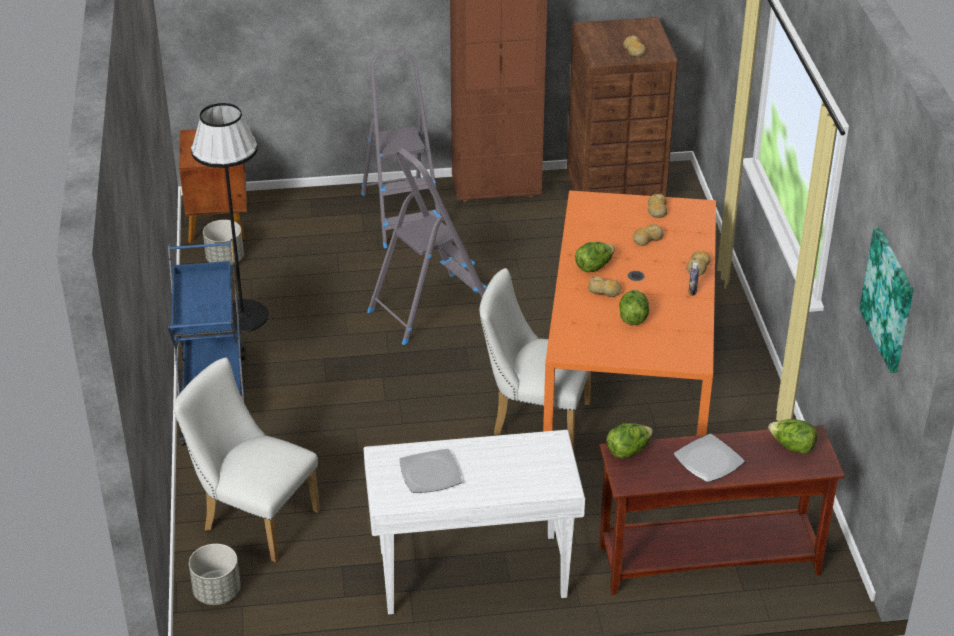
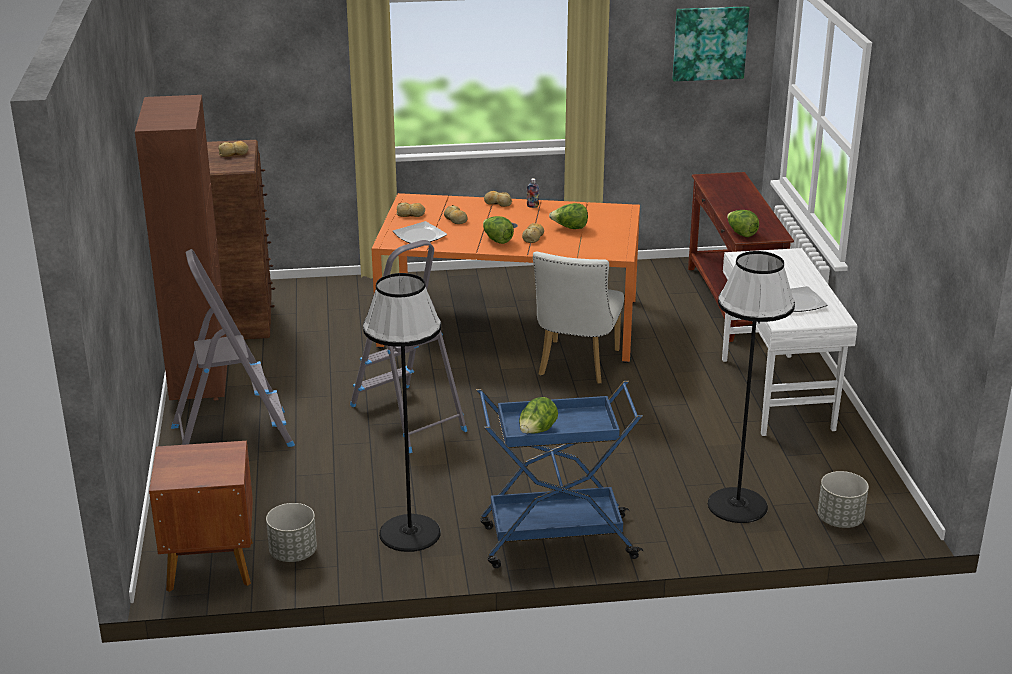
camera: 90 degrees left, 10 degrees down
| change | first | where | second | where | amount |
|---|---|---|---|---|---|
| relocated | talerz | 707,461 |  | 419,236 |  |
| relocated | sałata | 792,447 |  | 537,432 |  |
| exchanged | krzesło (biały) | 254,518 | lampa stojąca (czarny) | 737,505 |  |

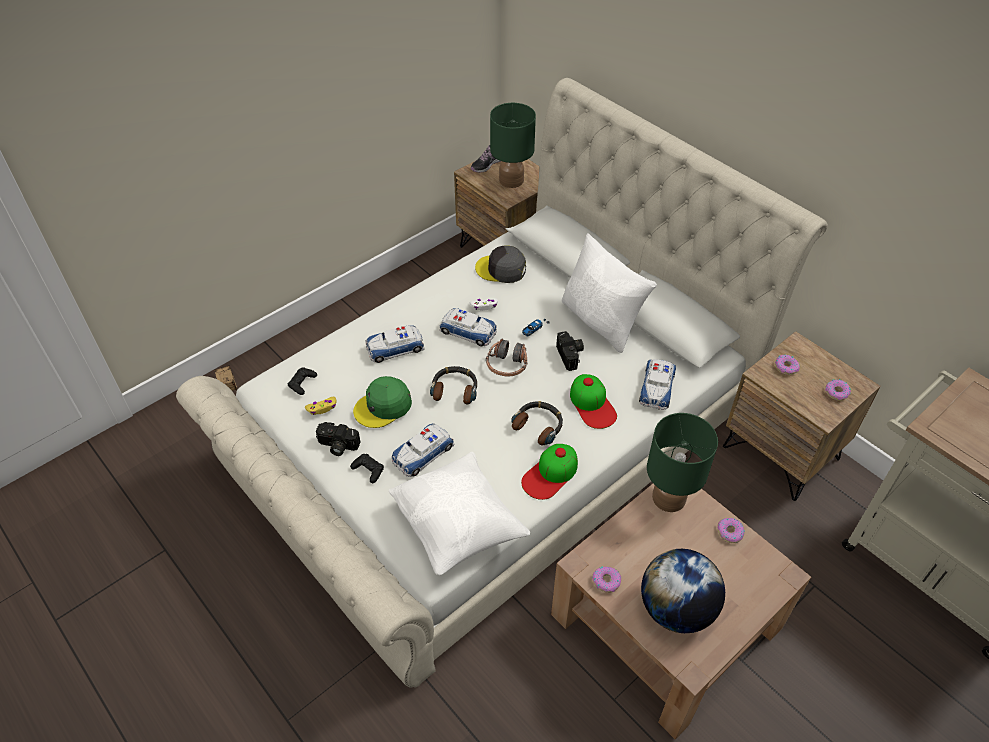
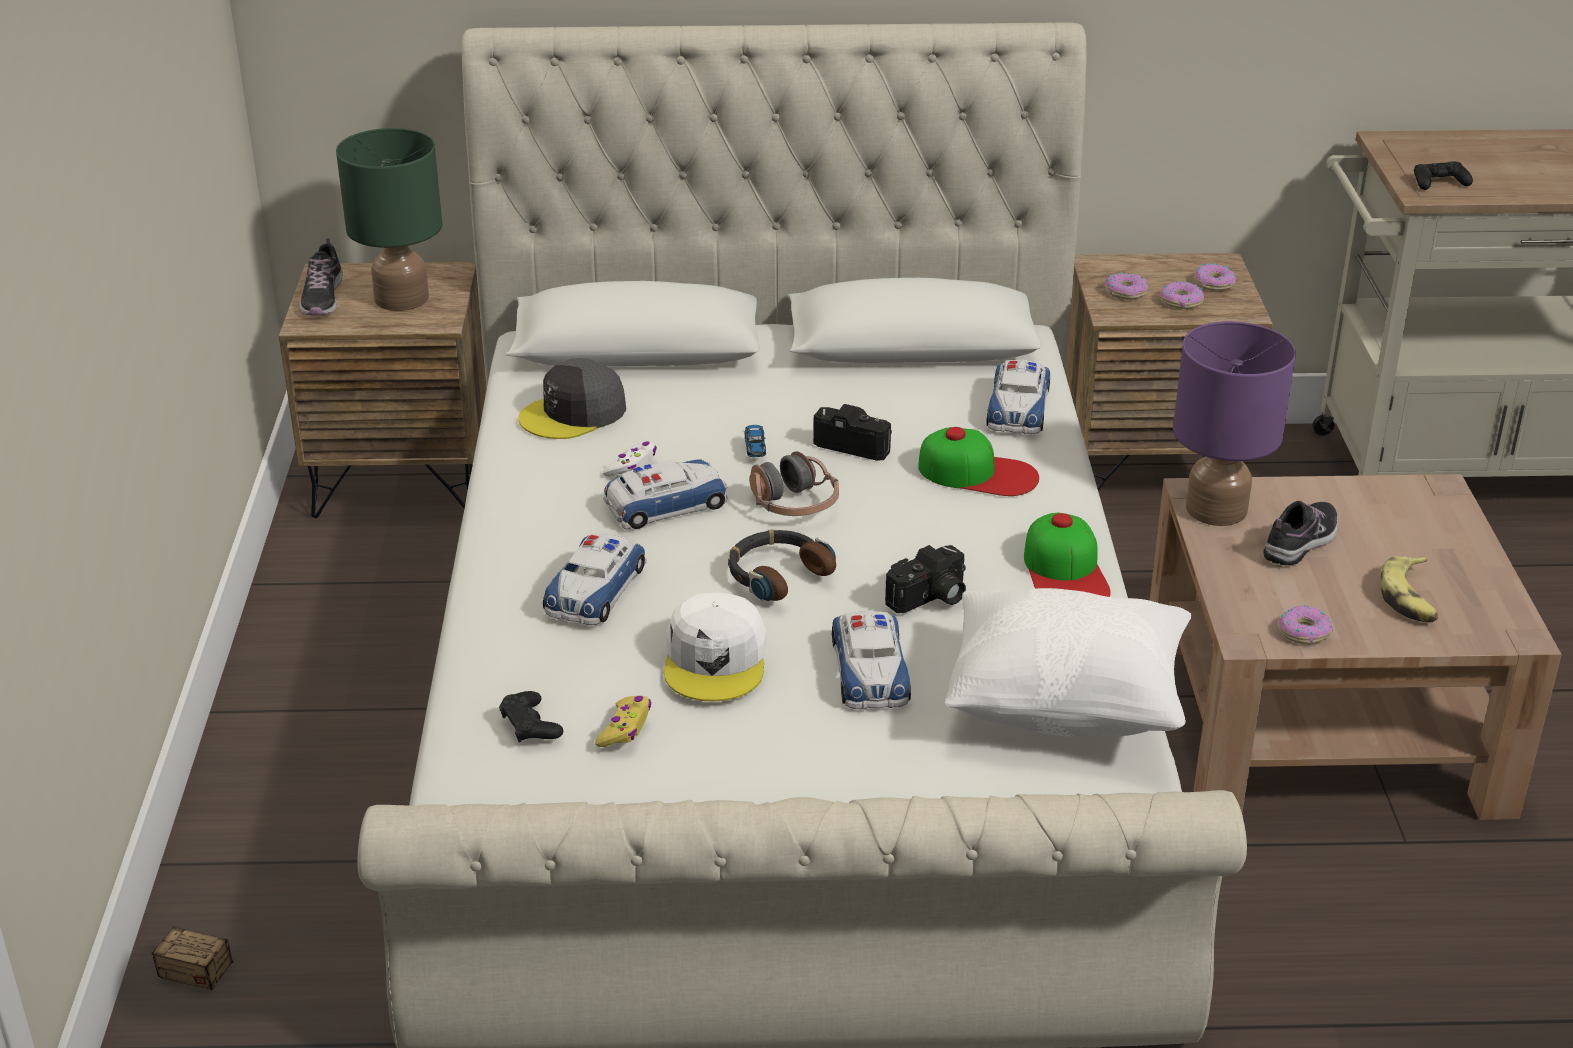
camera: 50 degrees left, 15 degrees down
| change | first | where | second | where | amount |
|---|---|---|---|---|---|
| colour | czapka z daszkiem (zielony) | 383,406 | czapka z daszkiem (biały) | 716,660 |  |
| relocated | aparat fotograficzny | 337,446 |  | 930,599 |  |
| spun | samochodzik | 657,387 |  | 1018,408 | 45 degrees clockwise |
| relocated | donut | 729,532 |  | 1181,301 |  |
| colour | lampa stołowa (zielony) | 669,498 | lampa stołowa (fioletowy) | 1216,509 |  |
| appeared |  |  | but | 1301,542 |  |
| exchanged | globus | 676,609 | banan | 1410,598 |  |
| relocated | pad do gier (czarny) | 368,470 |  | 1439,182 |  |
| missing | słuchawki | 539,425 |  |  |  |
| missing | poduszka (biały) | 601,321 |  |  |  |

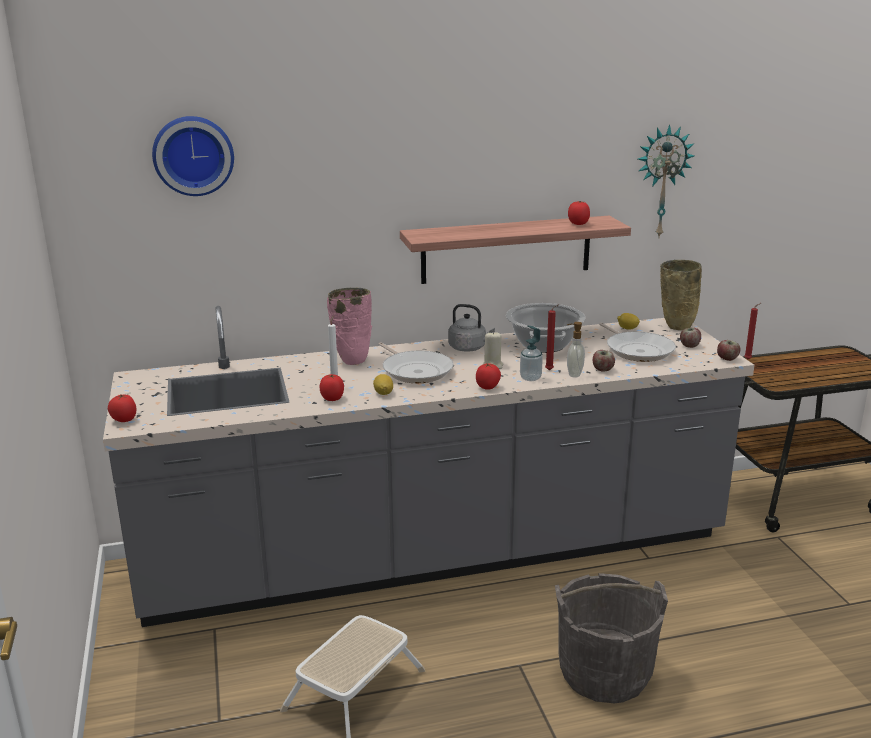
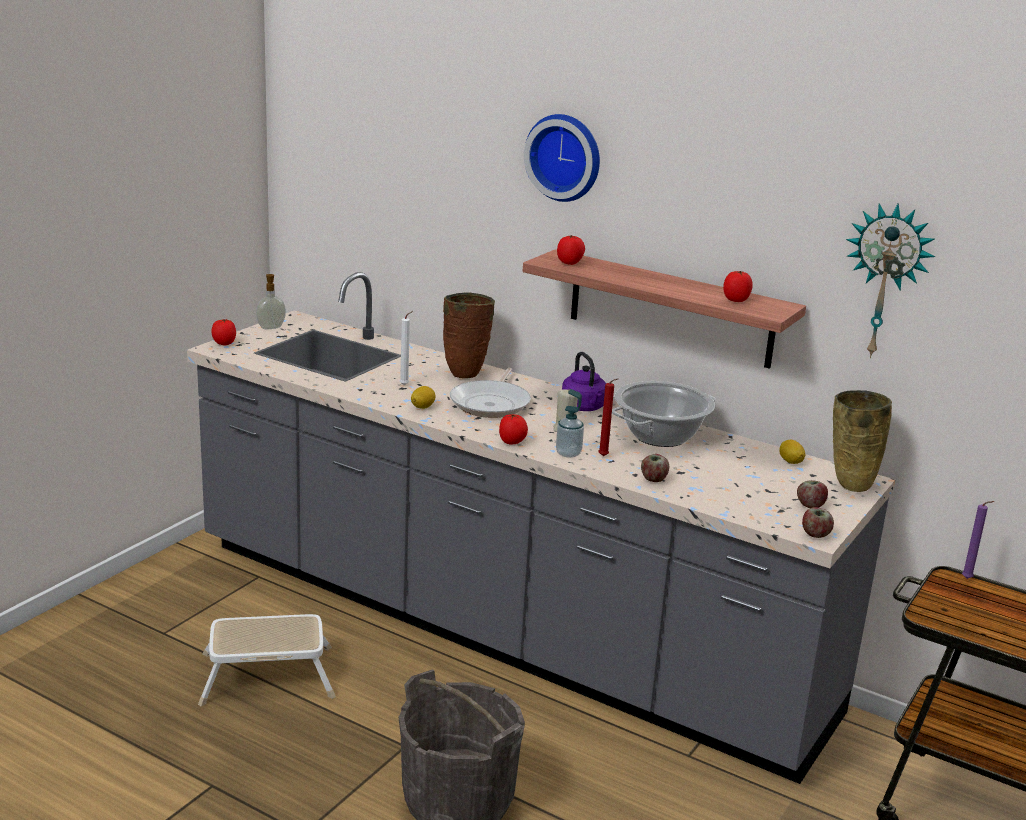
camera: 45 degrees right, 0 degrees up
| change | first | where | second | where | amount |
|---|---|---|---|---|---|
| relocated | dozownik mydła | 574,374 |  | 270,327 |  |
| colour | wazon (różowy) | 352,360 | wazon (brązowy) | 466,373 |  |
| relocated | zegar ścienny | 193,155 |  | 565,157 |  |
| relocated | pomidor | 332,399 |  | 570,263 |  |
| colour | czajnik (szary) | 469,348 | czajnik (fioletowy) | 584,407 |  |
| colour | świeca (czerwony) | 748,359 | świeca (fioletowy) | 968,579 |  |
| missing | patelnia | 637,350 |  |  |  |

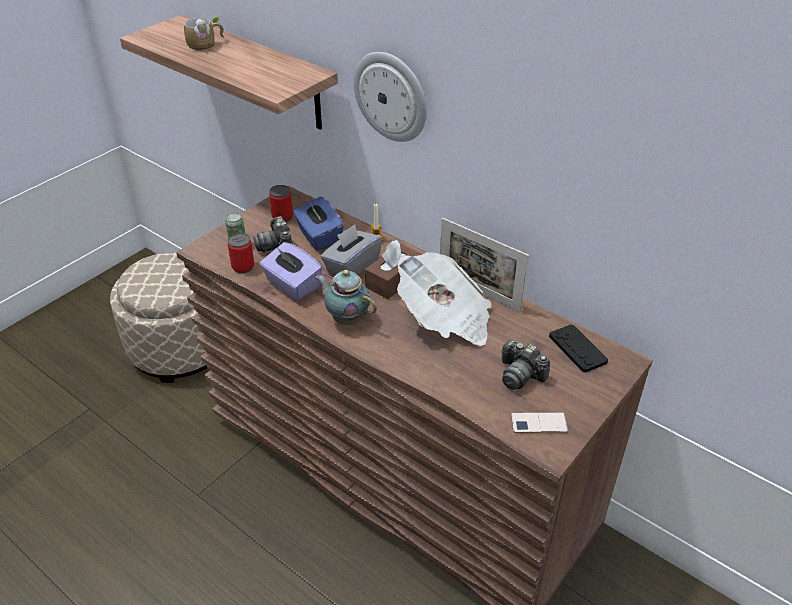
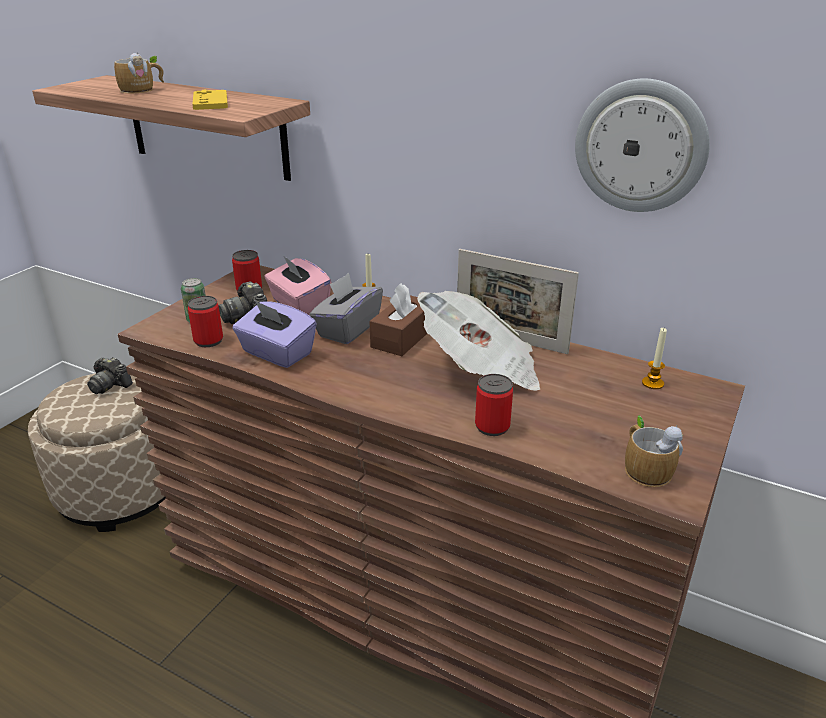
camera: 10 degrees left, 10 degrees down
| change | first | where | second | where | amount |
|---|---|---|---|---|---|
| relocated | aparat fotograficzny | 520,375 |  | 110,385 |  |
| appeared |  |  | pad do gier (żółty) | 210,101 |  |
| colour | pudełko chusteczek (niebieski) | 319,237 | pudełko chusteczek (różowy) | 299,305 |  |
| appeared |  |  | puszka | 492,426 |  |
| relocated | zegar ścienny | 391,96 |  | 640,146 |  |
| exchanged | telefon | 539,423 | kubek | 645,466 |  |
| exchanged | pad do gier (czarny) | 577,349 | świeca | 652,383 |  |
| missing | imbryk | 346,318 |  |  |  |

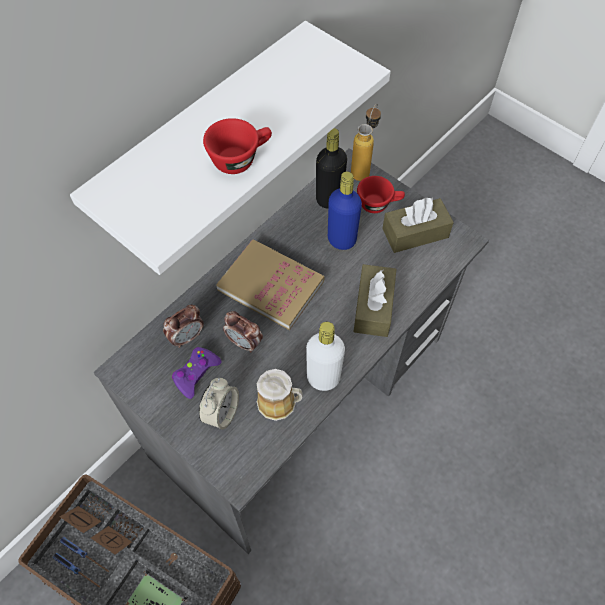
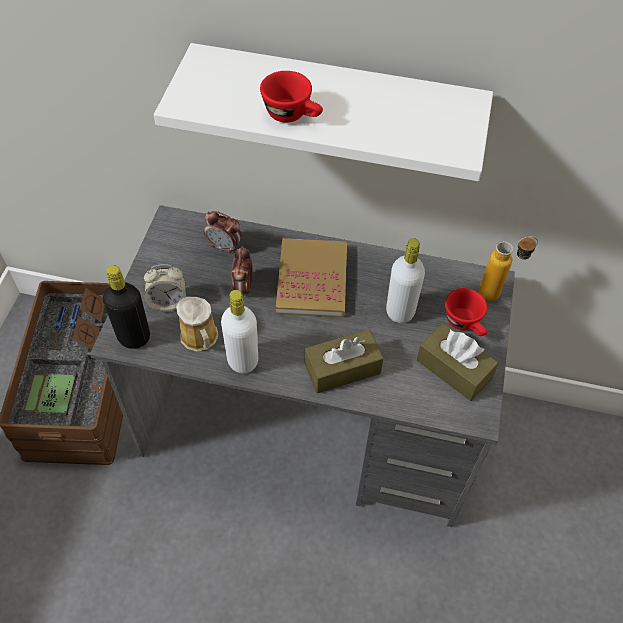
camera: 60 degrees right, 5 degrees down
| change | first | where | second | where | amount |
|---|---|---|---|---|---|
| relocated | butelka (czarny) | 329,199 |  | 134,337 |  |
| colour | butelka (niebieski) | 341,239 | butelka (biały) | 400,311 |  |
| missing | pad do gier (fioletowy) | 196,374 |  |  |  |

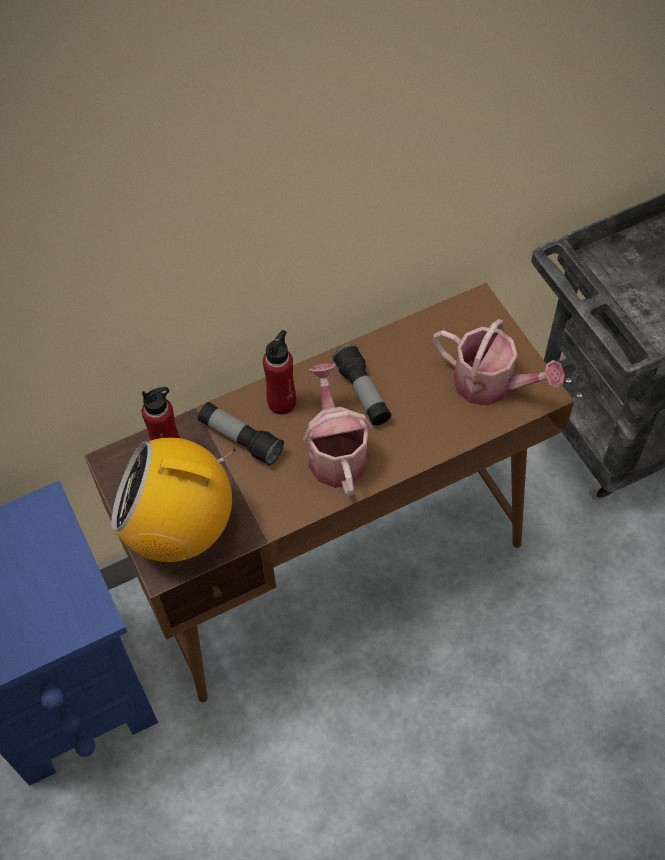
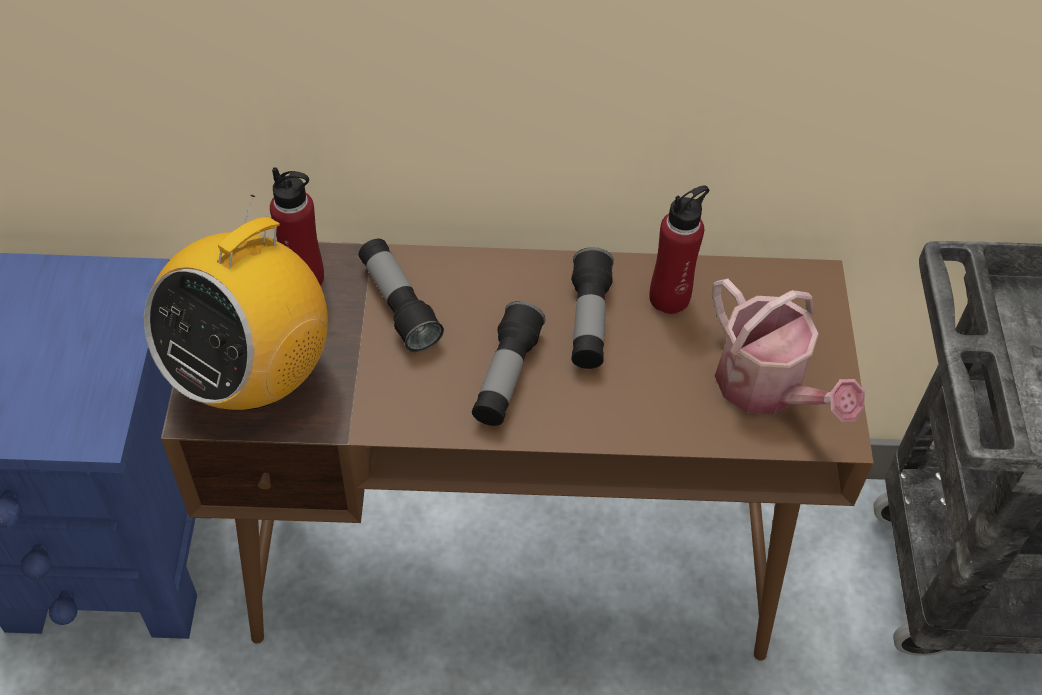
camera: 25 degrees right, 5 degrees down
| change | first | where | second | where | amount |
|---|---|---|---|---|---|
| spun | radio | 179,529 |  | 252,375 | 90 degrees counterclockwise |
| exchanged | konewka | 336,452 | latarka | 506,376 |  |
| relocated | butelka (czerwony) | 282,402 |  | 669,297 |  |

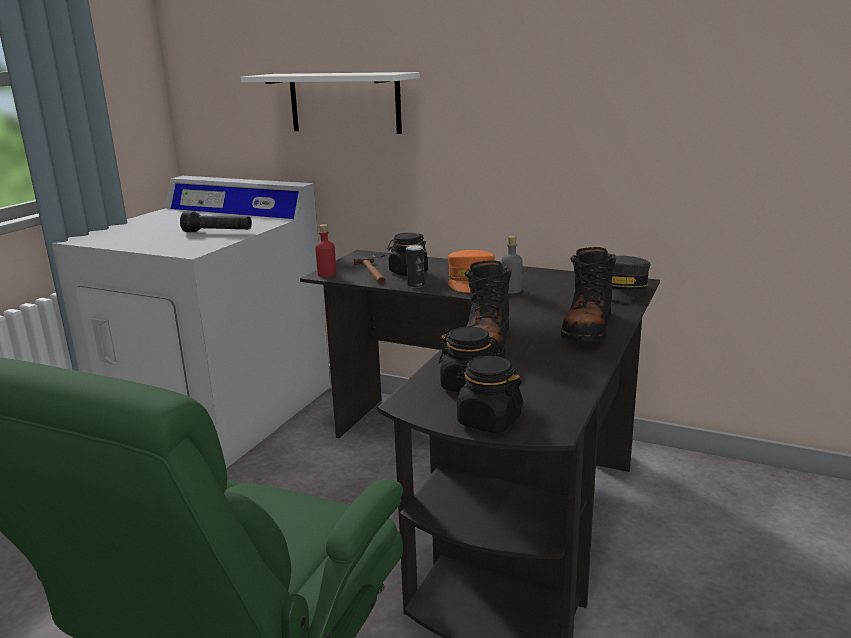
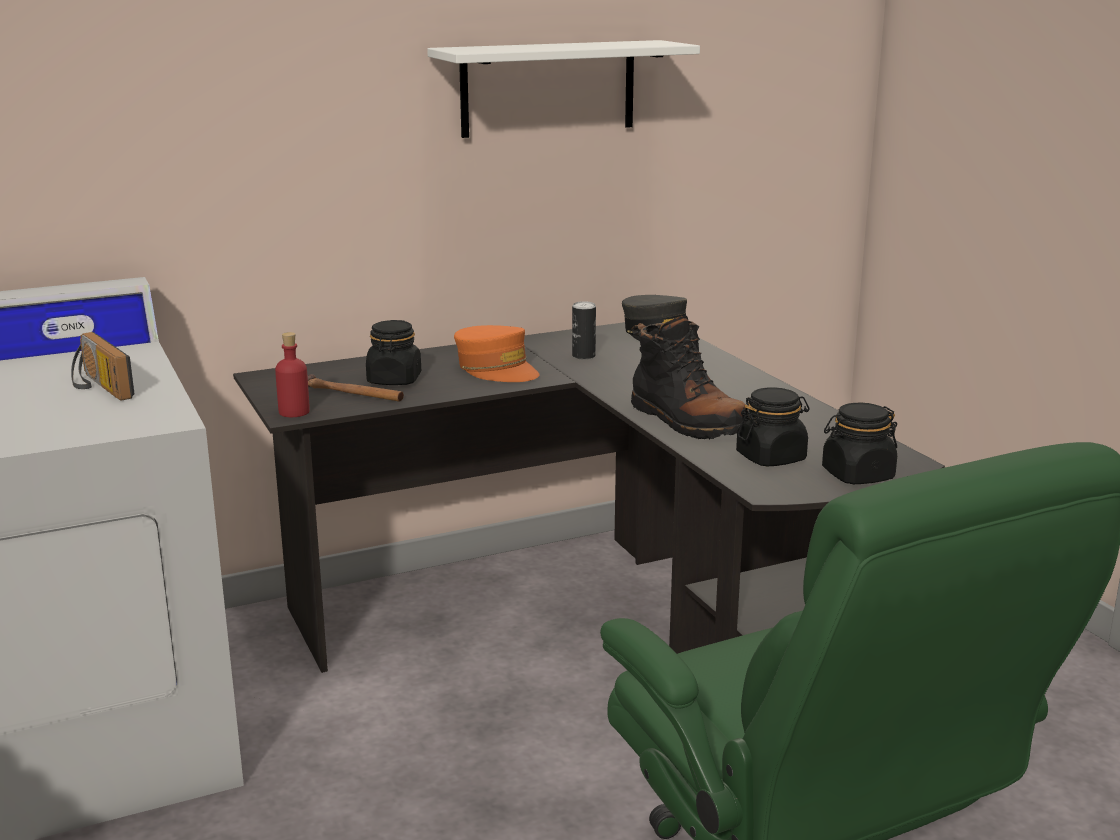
camera: 50 degrees left, 0 degrees up
| change | first | where | second | where | amount |
|---|---|---|---|---|---|
| exchanged | latarka (czarny) | 218,232 | radio | 98,387 |  |
| relocated | półka (biały) | 344,103 |  | 548,88 |  |
| relocated | puszka | 416,285 |  | 583,356 |  |
| missing | butelka (szary) | 511,290 |  |  |  |
| missing | but z cholewką (czarny) | 587,328 |  |  |  |

